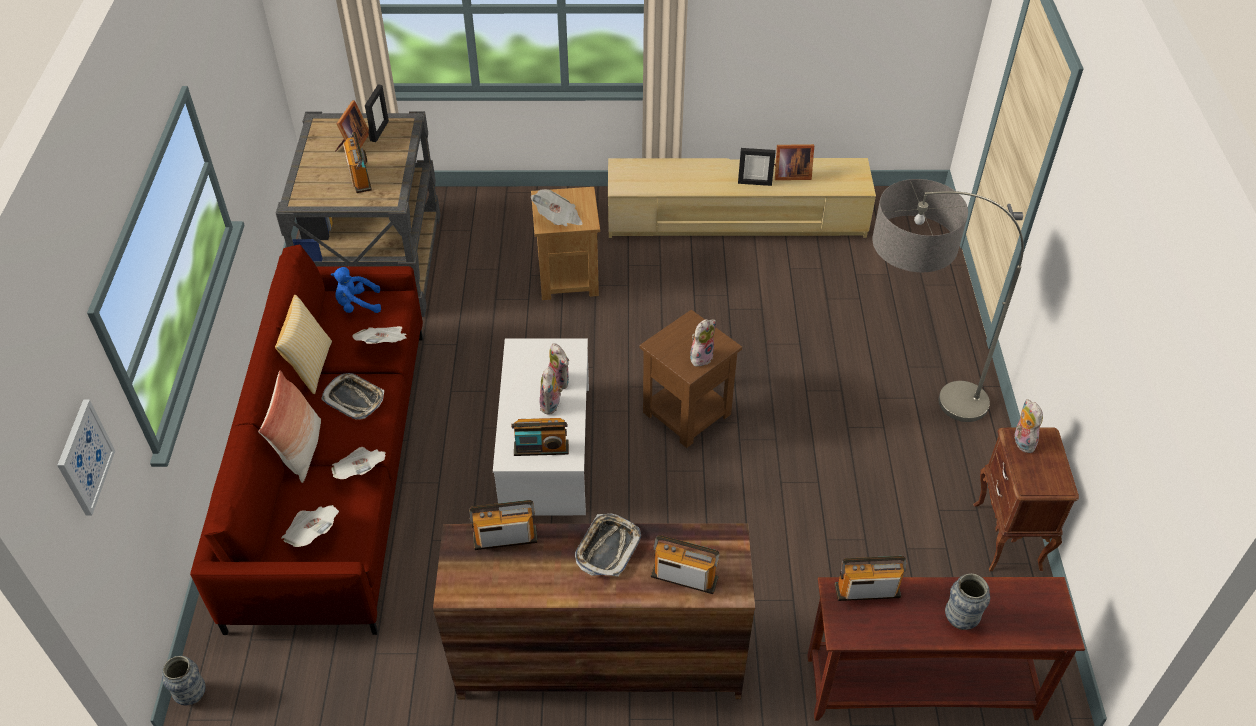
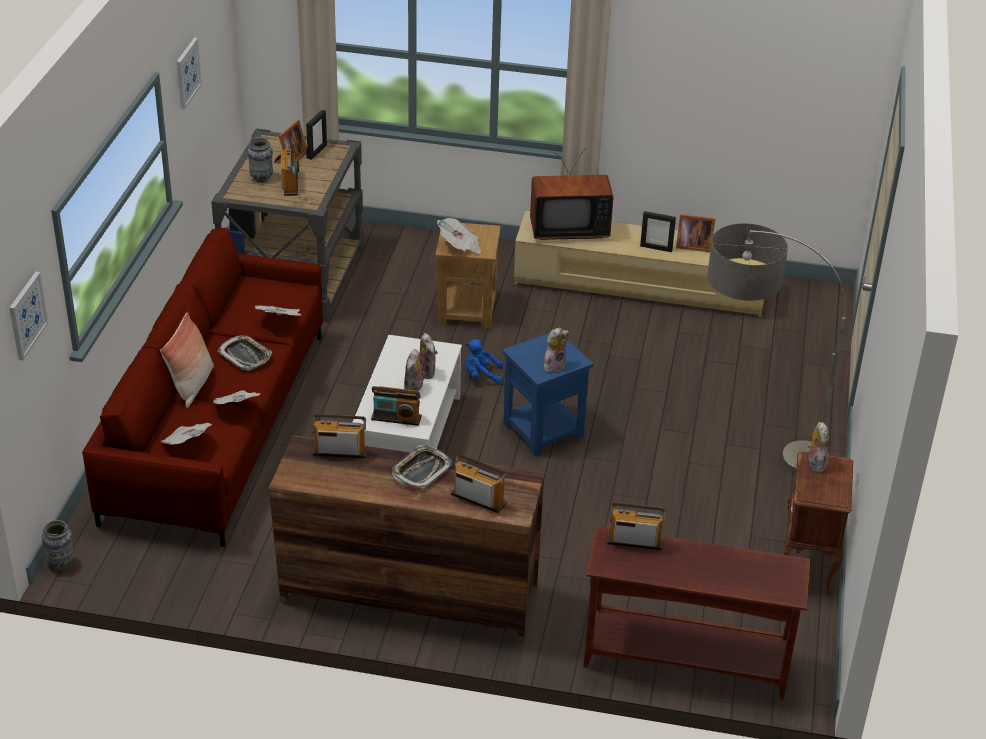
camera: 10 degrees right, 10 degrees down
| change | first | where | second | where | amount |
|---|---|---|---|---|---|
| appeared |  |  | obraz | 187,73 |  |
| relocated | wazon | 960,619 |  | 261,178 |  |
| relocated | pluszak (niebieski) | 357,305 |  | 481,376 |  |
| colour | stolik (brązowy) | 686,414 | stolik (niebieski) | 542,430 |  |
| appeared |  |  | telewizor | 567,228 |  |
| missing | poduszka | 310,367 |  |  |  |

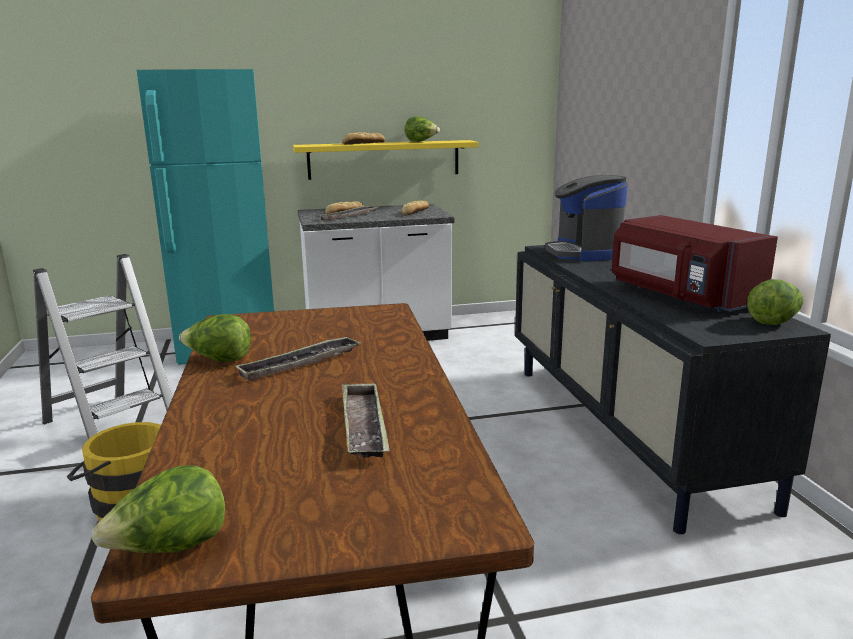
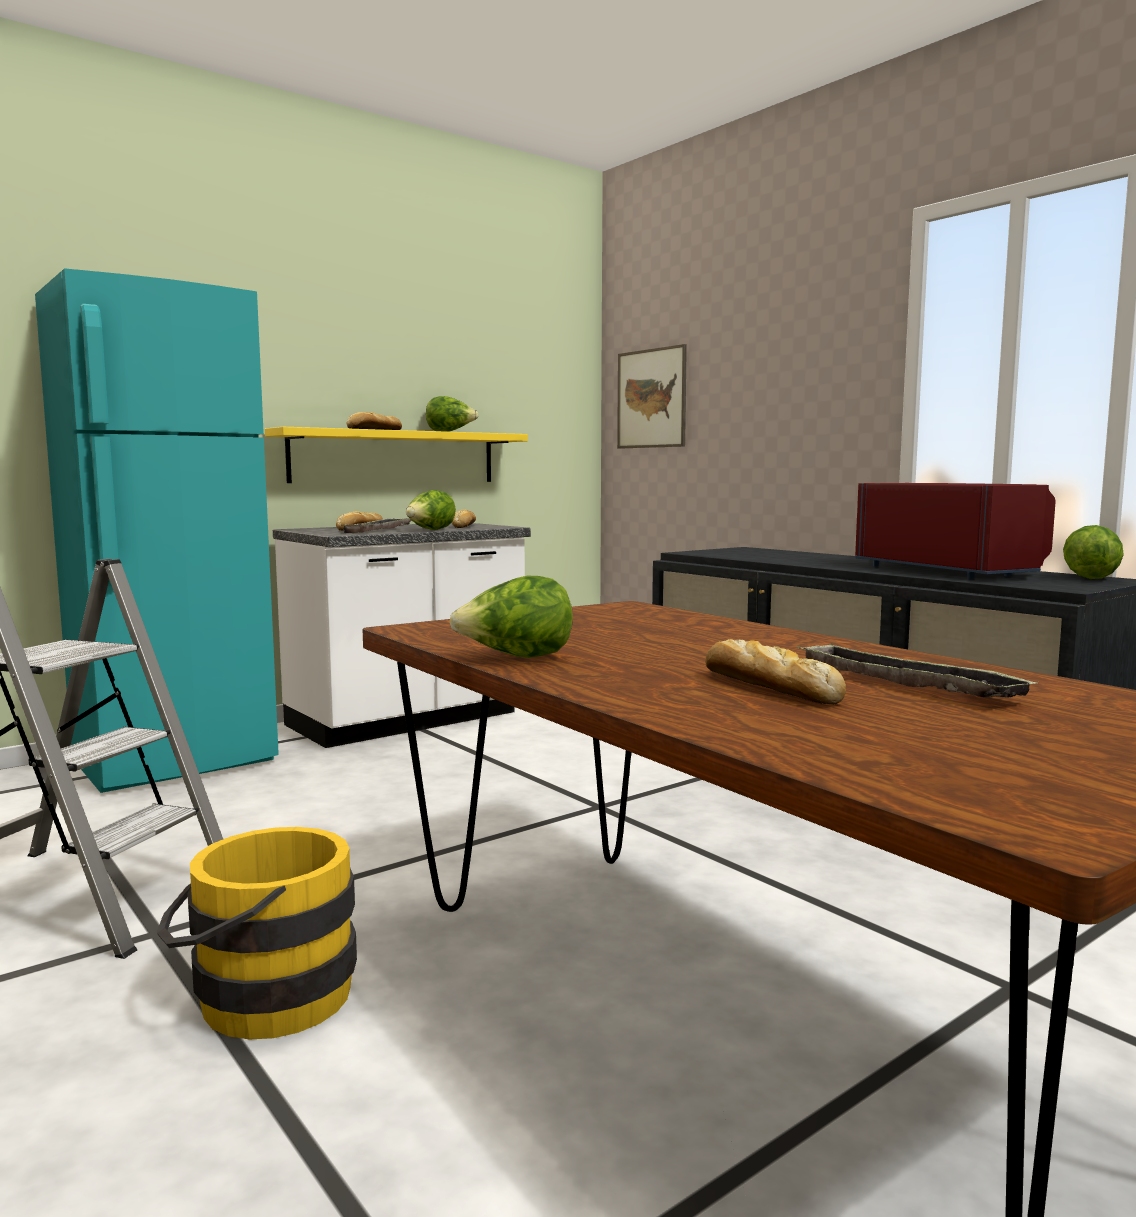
camera: 25 degrees left, 10 degrees down
| change | first | where | second | where | amount |
|---|---|---|---|---|---|
| relocated | sałata | 171,549 |  | 430,530 |  |
| appeared |  |  | obraz | 651,398 |  |
| appeared |  |  | chleb | 767,687 |  |
| spun | mikrofalówka (czerwony) | 680,296 |  | 950,570 | 150 degrees counterclockwise |
| missing | taca | 300,364 |  |  |  |
| missing | ekspres do kawy | 584,253 |  |  |  |

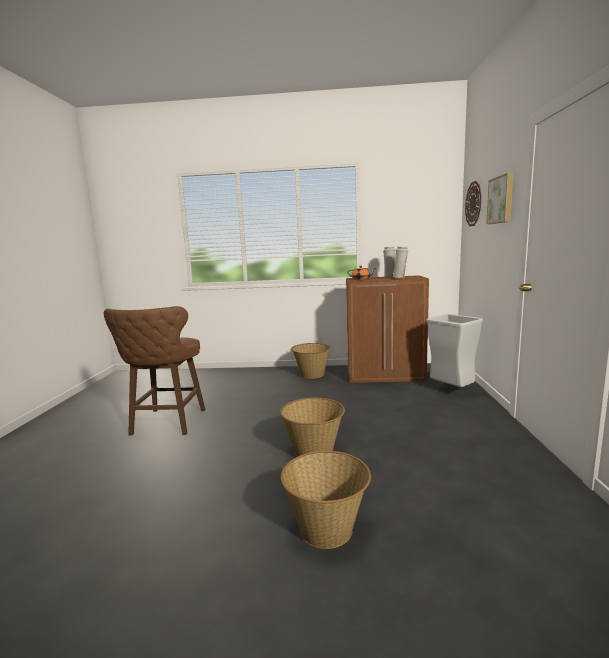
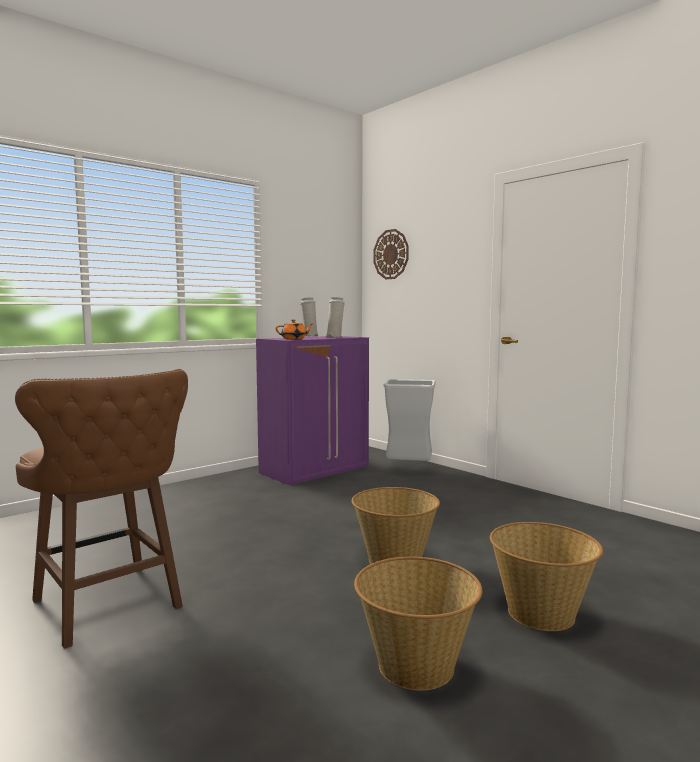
camera: 45 degrees left, 5 degrees down
| change | first | where | second | where | amount |
|---|---|---|---|---|---|
| colour | szafka (brązowy) | 385,375 | szafka (fioletowy) | 315,469 |  |
| relocated | koszyk | 311,374 |  | 416,667 |  |
| missing | obraz | 501,199 |  |  |  |

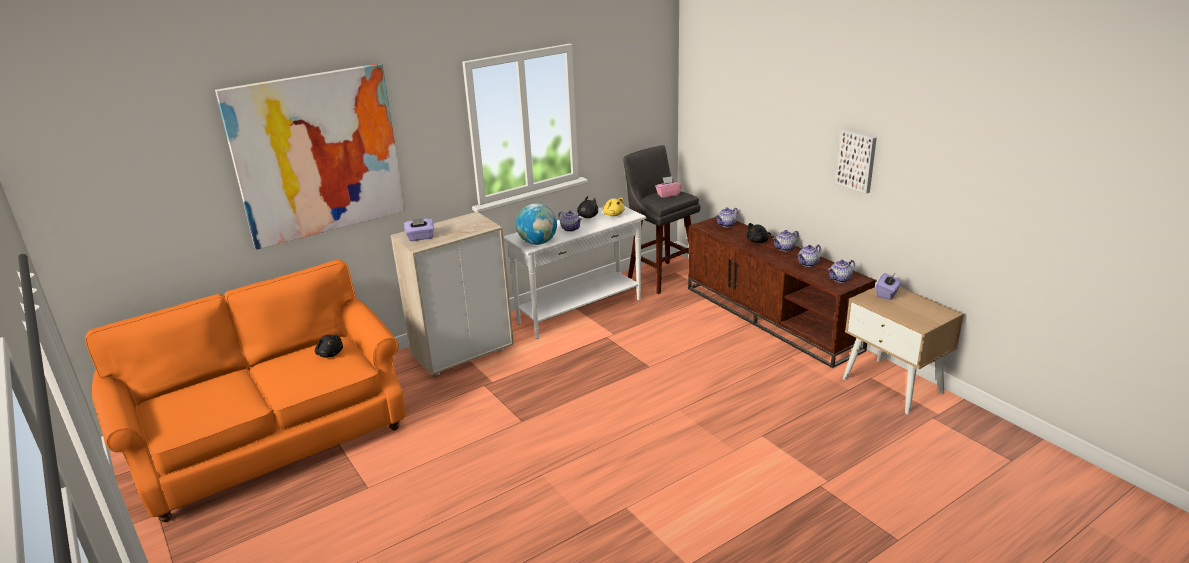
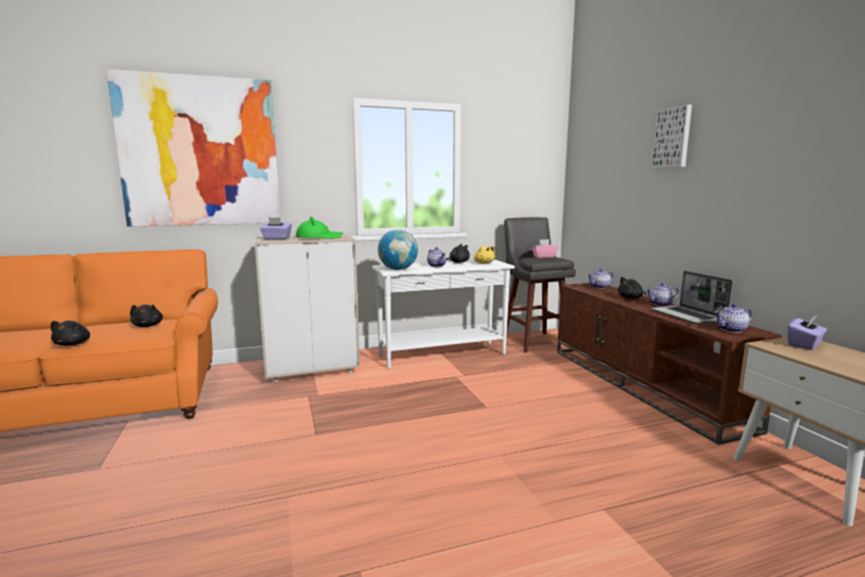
camera: 15 degrees right, 15 degrees down
| change | first | where | second | where | amount |
|---|---|---|---|---|---|
| appeared |  |  | pluszak (czarny) | 73,344 |  |
| appeared |  |  | kapelusz (zielony) | 319,237 |  |
| exchanged | imbryk | 808,264 | laptop | 689,316 |  |
| relocated | obraz | 857,160 |  | 673,138 |  |

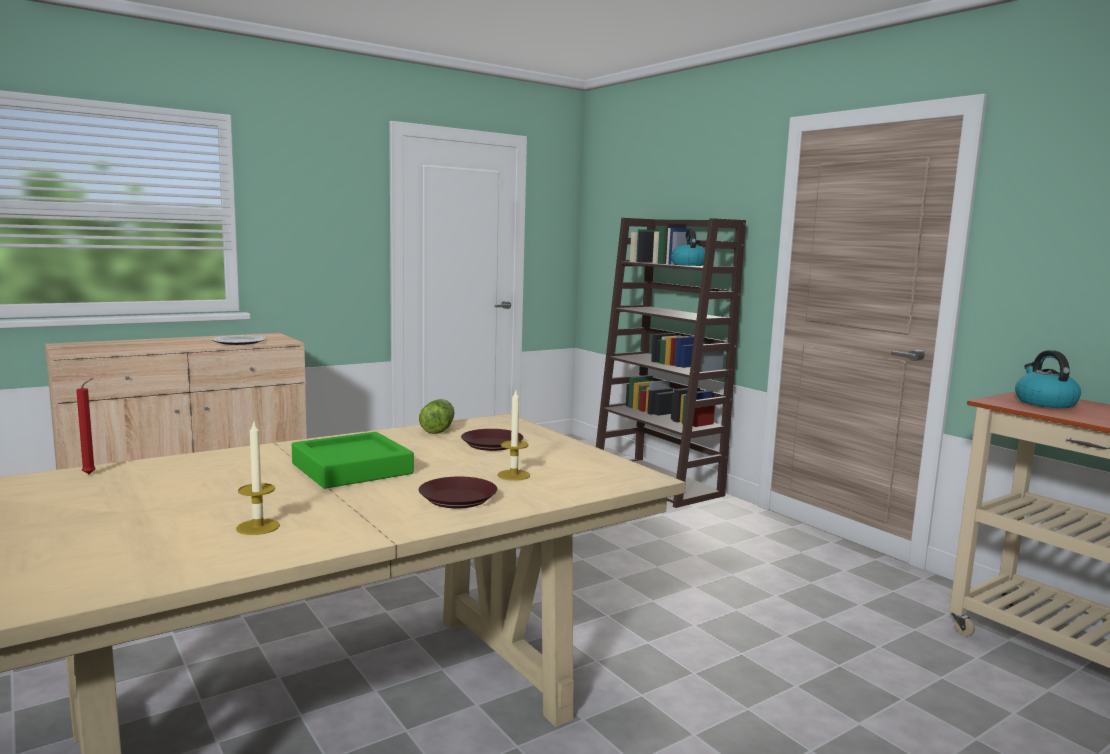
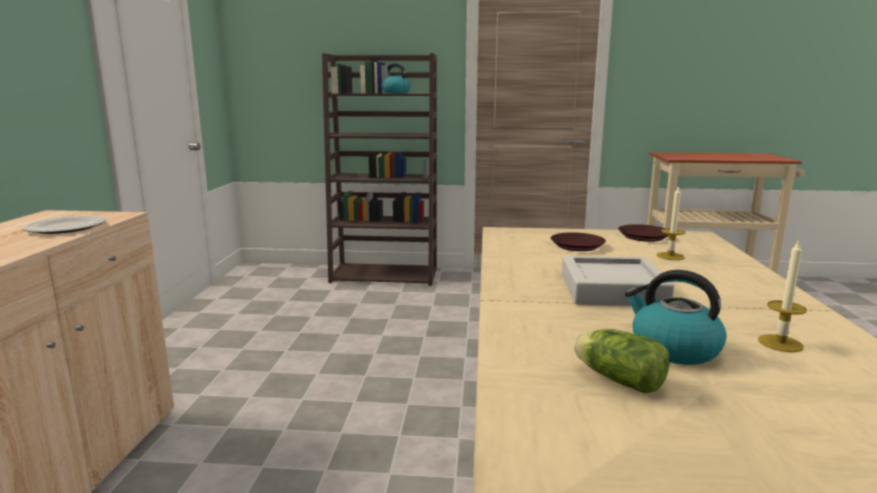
camera: 50 degrees left, 5 degrees up
| change | first | where | second | where | amount |
|---|---|---|---|---|---|
| colour | taca (zielony) | 352,469 | taca (szary) | 612,290 |  |
| relocated | sałata | 439,428 |  | 616,379 |  |
| relocated | talerz (brązowy) | 459,499 |  | 644,237 |  |
| relocated | czajnik | 1044,403 |  | 673,349 |  |
| missing | świeca (czerwony) | 91,474 |  |  |  |

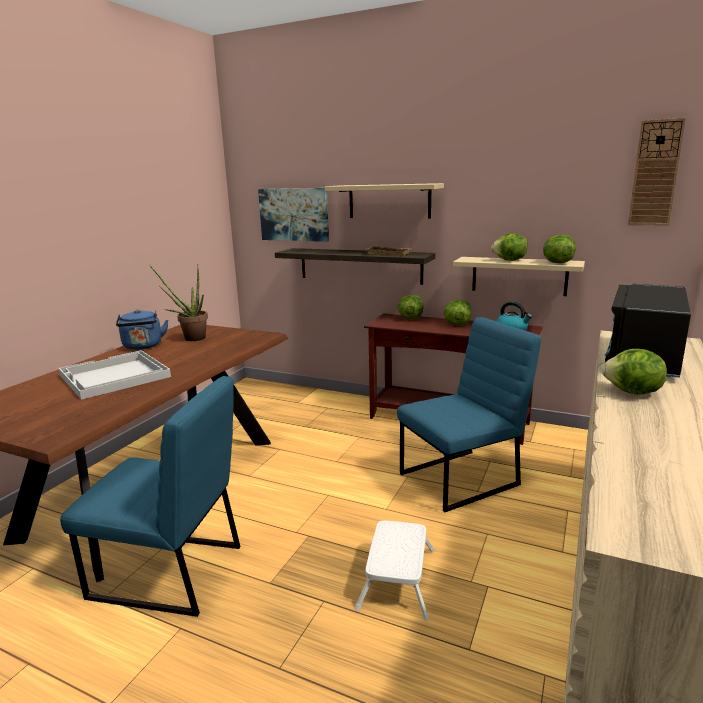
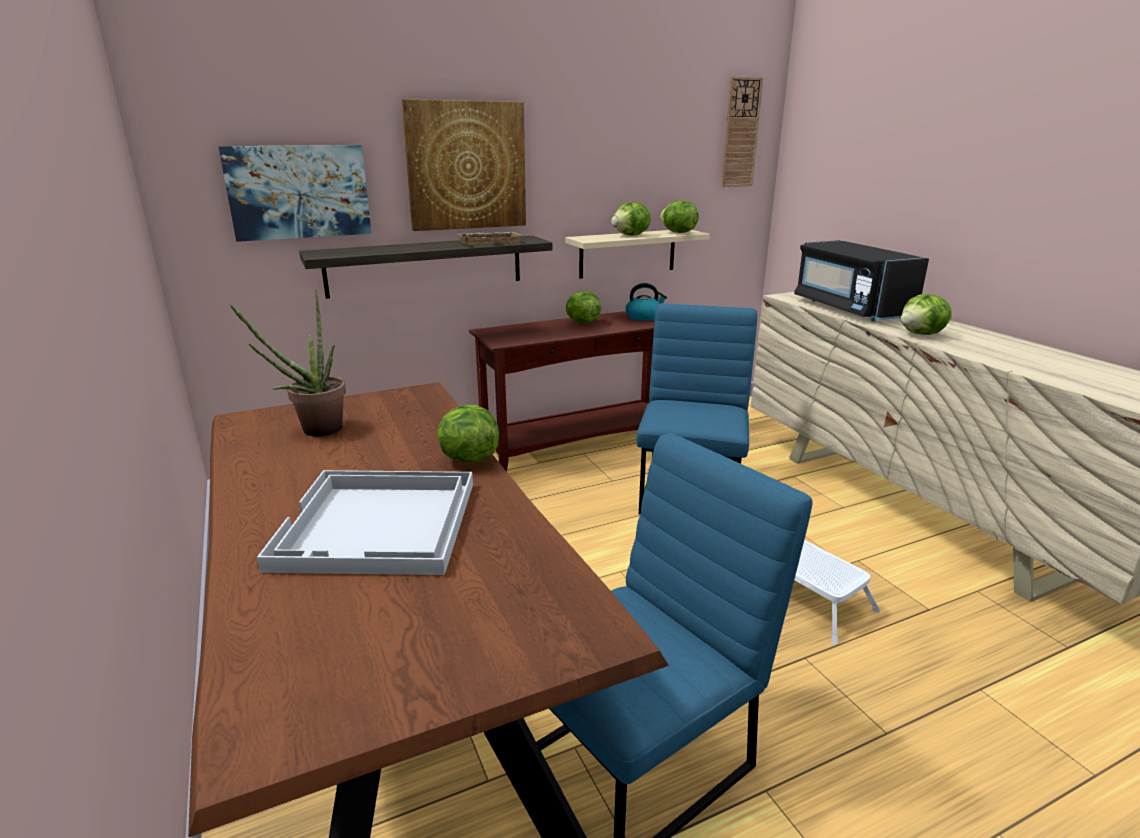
camera: 50 degrees left, 5 degrees up
| change | first | where | second | where | amount |
|---|---|---|---|---|---|
| exchanged | półka (beżowy) | 389,201 | obraz | 466,166 |  |
| relocated | sałata | 410,318 |  | 468,458 |  |
| missing | czajnik (niebieski) | 143,346 |  |  |  |

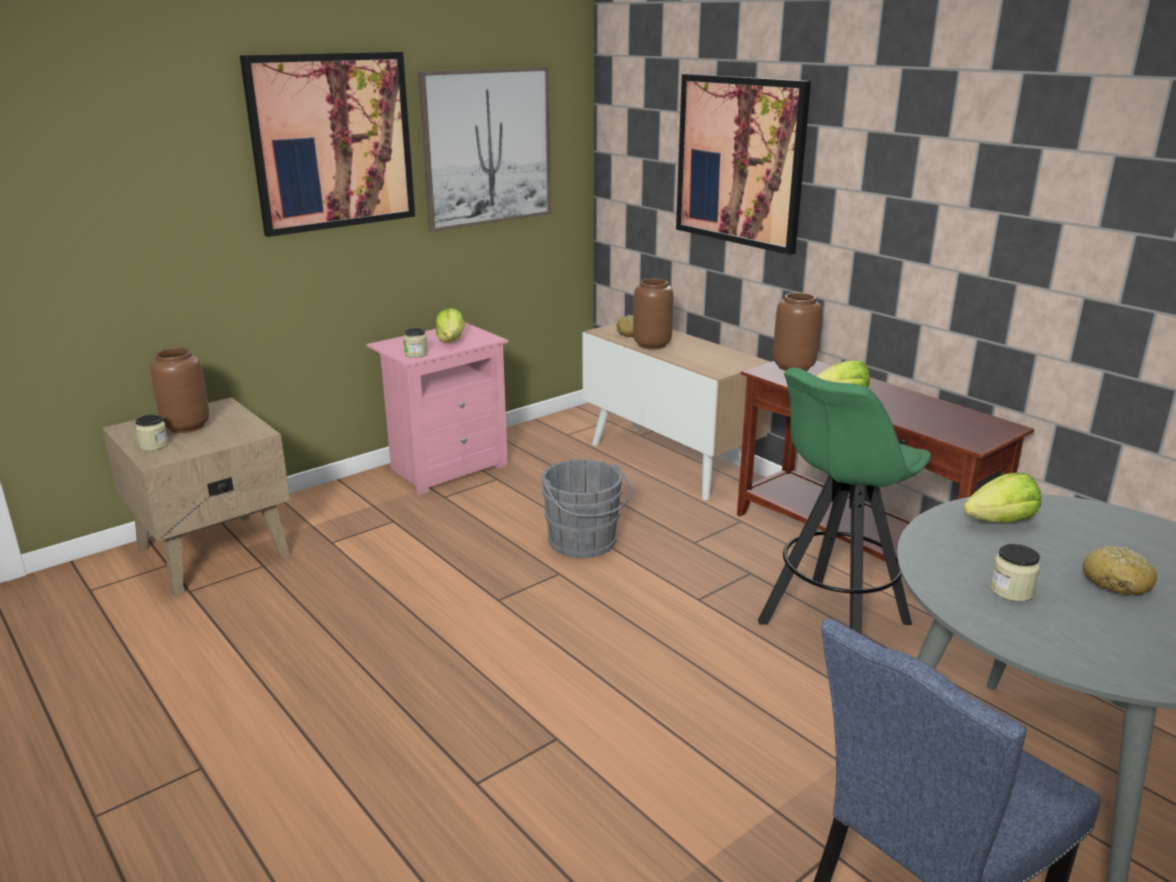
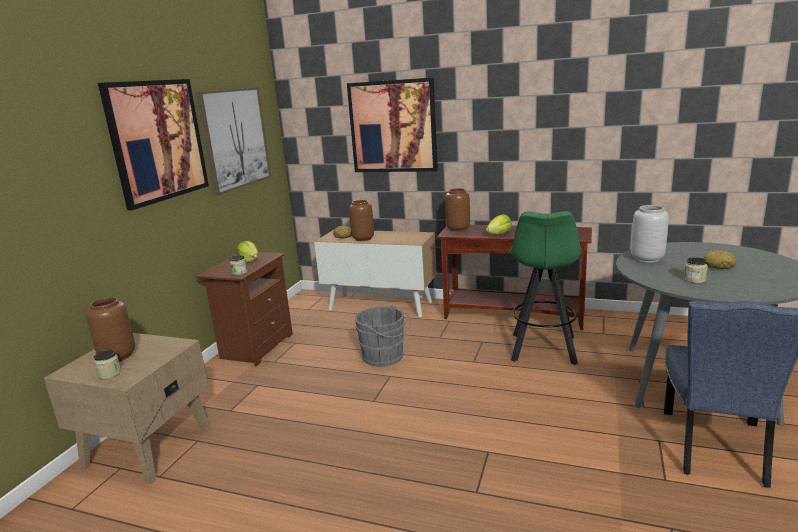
camera: 30 degrees left, 5 degrees down
| change | first | where | second | where | amount |
|---|---|---|---|---|---|
| colour | szafka nocna (różowy) | 446,467 | szafka nocna (brązowy) | 255,347 |  |
| exchanged | sałata | 1000,521 | wazon (szary) | 647,259 |  |

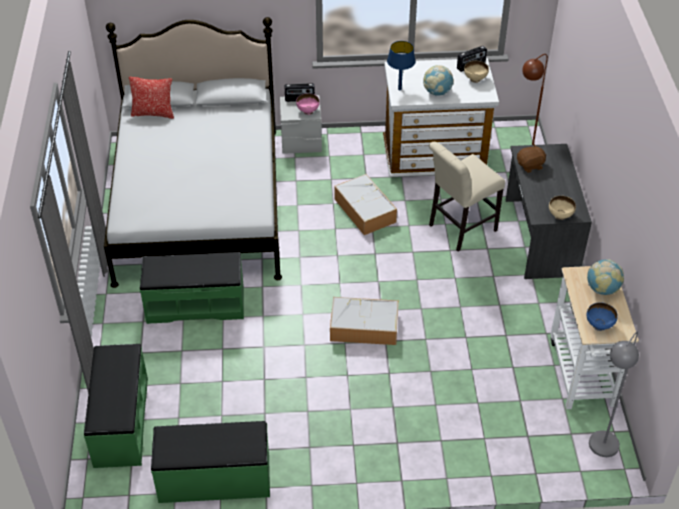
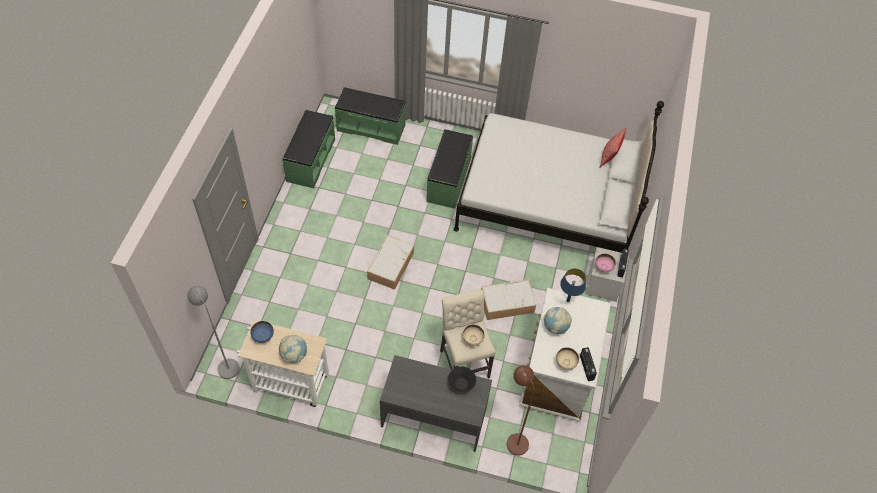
camera: 105 degrees right, 10 degrees up
| change | first | where | second | where | amount |
|---|---|---|---|---|---|
| exchanged | pluszak (brązowy) | 530,166 | miska (czarny) | 461,384 |  |
| relocated | miska (beżowy) | 560,216 |  | 472,340 |  |

